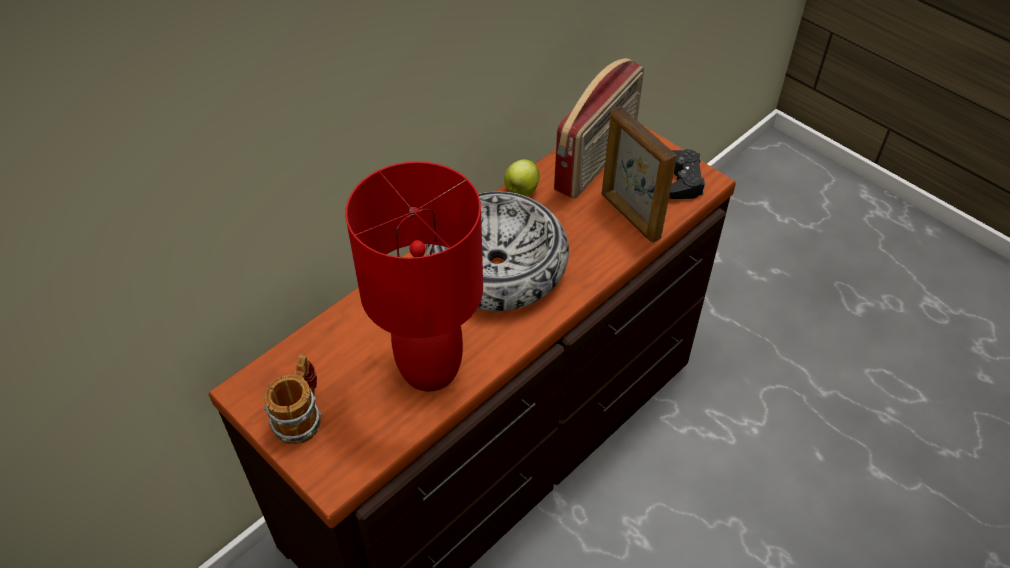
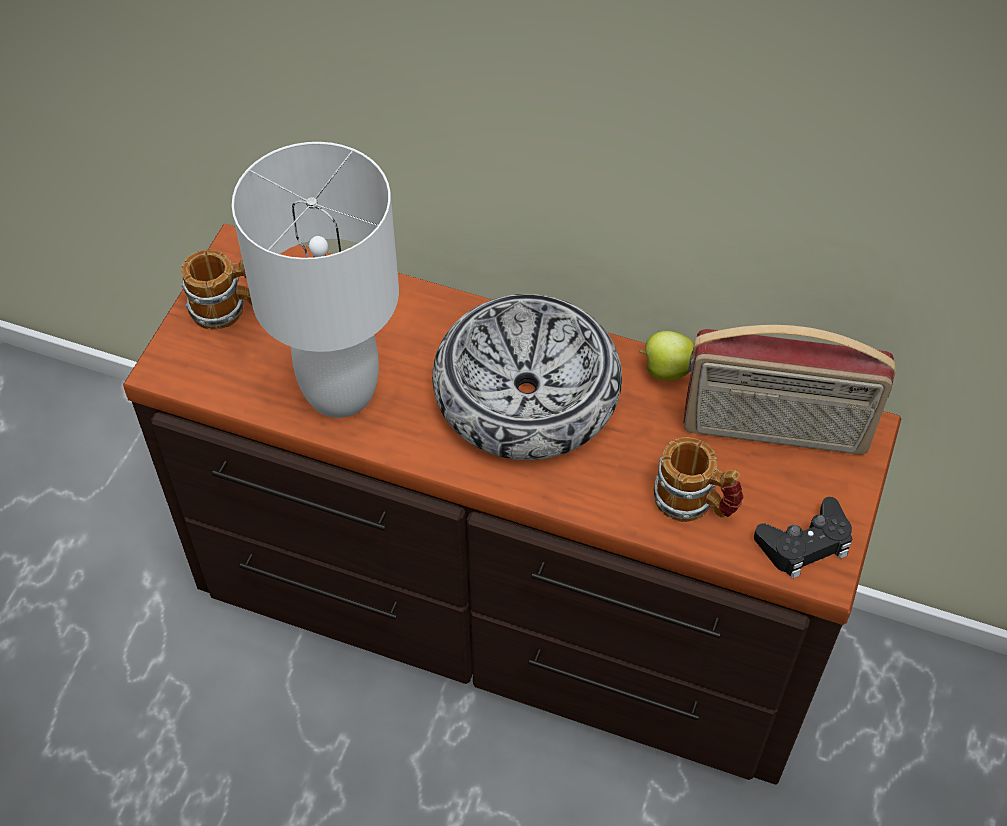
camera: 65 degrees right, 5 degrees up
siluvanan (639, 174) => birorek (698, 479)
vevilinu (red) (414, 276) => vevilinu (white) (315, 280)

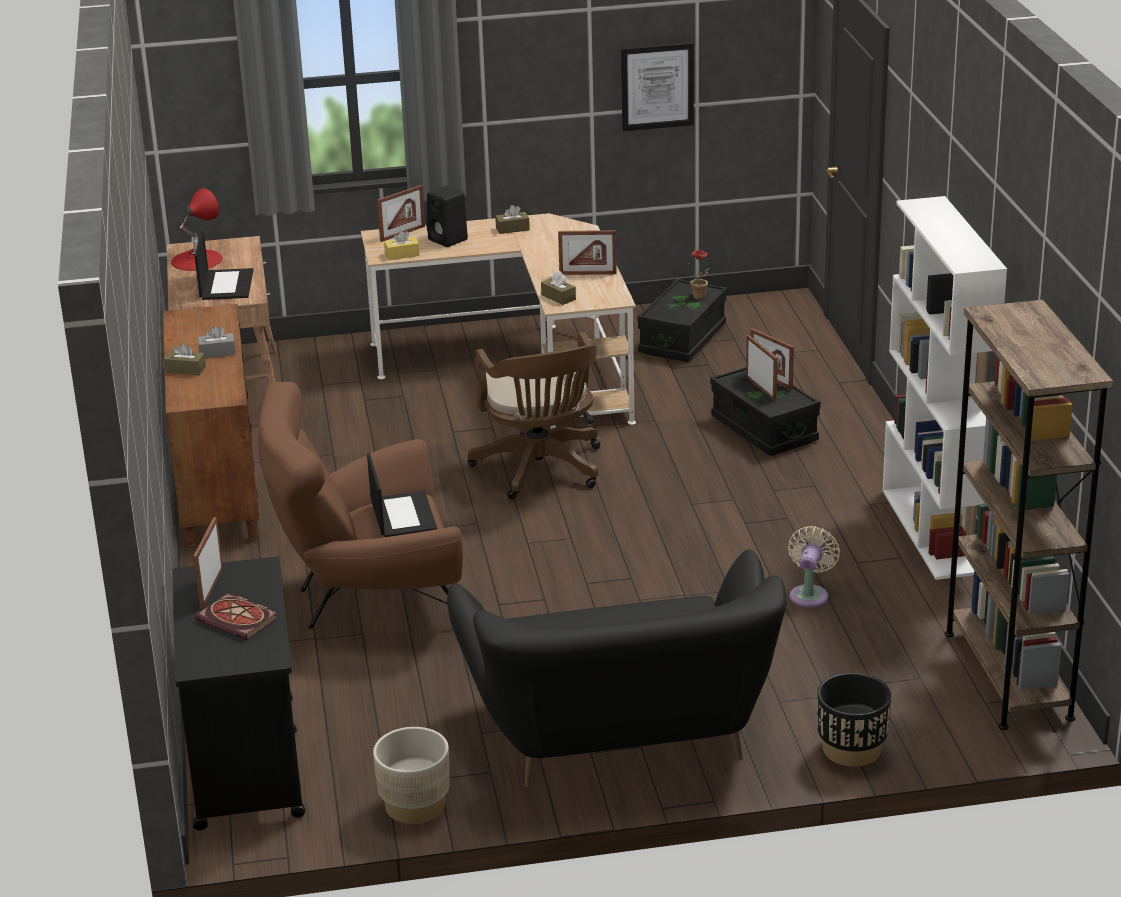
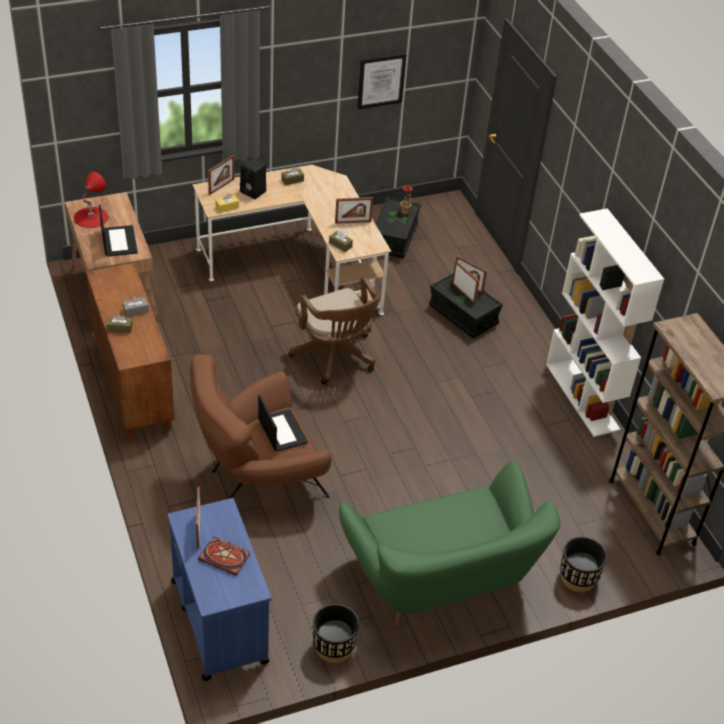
camera: 15 degrees left, 15 degrees up
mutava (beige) (814, 567) => nothing
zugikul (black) (238, 694) => zugikul (blue) (219, 589)
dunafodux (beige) (411, 775) => dunafodux (black) (336, 633)
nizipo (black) (617, 668) => nizipo (green) (449, 543)

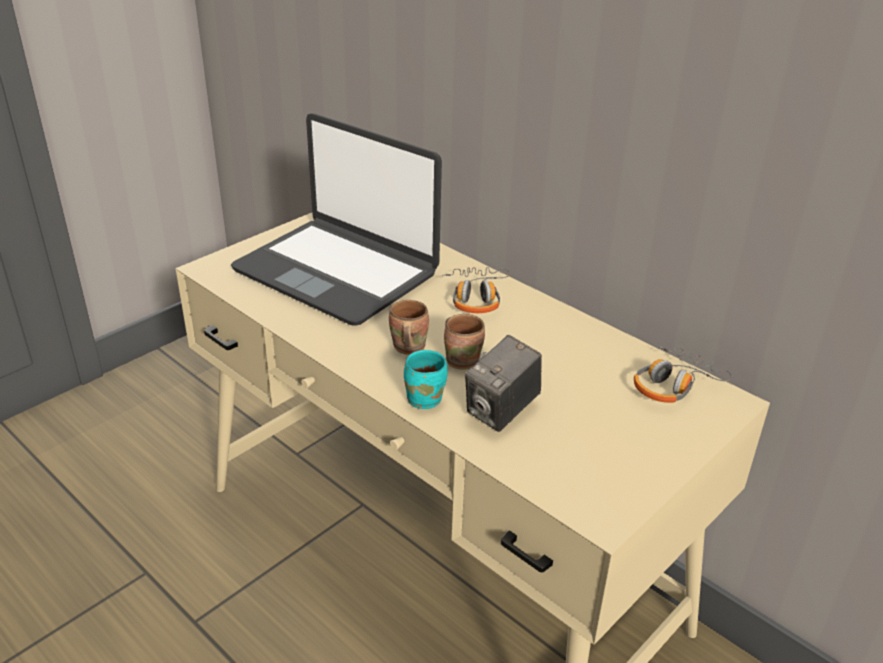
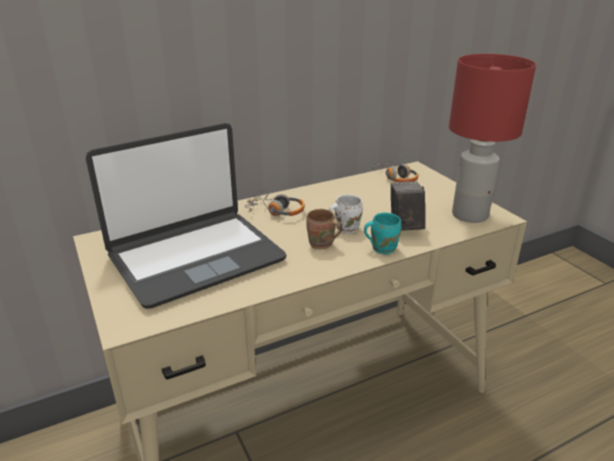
camera: 70 degrees left, 5 degrees down
nothing => vevilinu (red) (492, 138)
birorek (brown) (464, 342) => birorek (white) (346, 214)
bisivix (503, 383) => bisivix (408, 206), 150 degrees counterclockwise

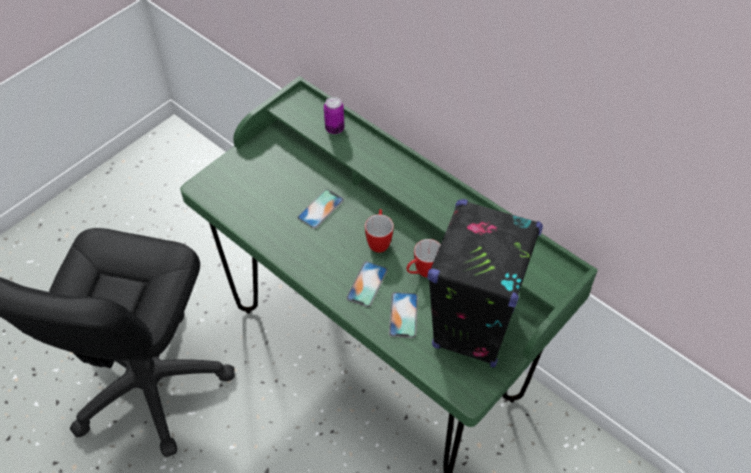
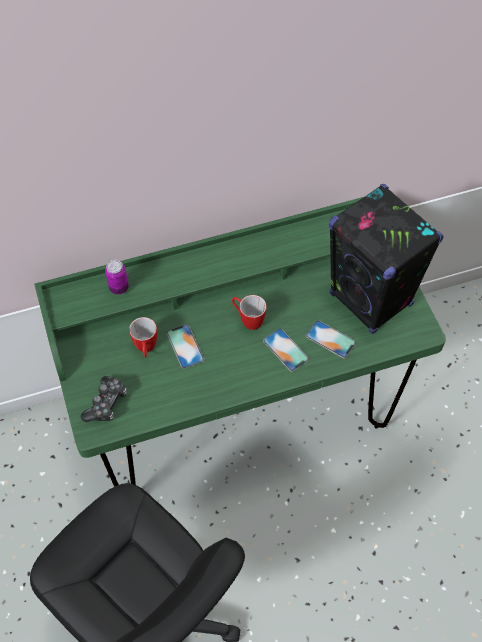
camera: 60 degrees left, 5 degrees up
nothing => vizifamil (103, 399)
birorek (423, 258) => birorek (143, 337), move

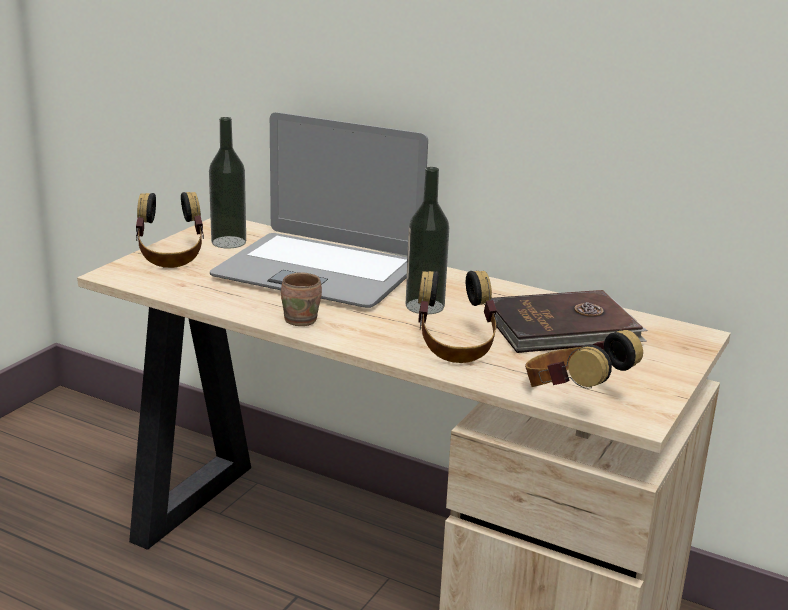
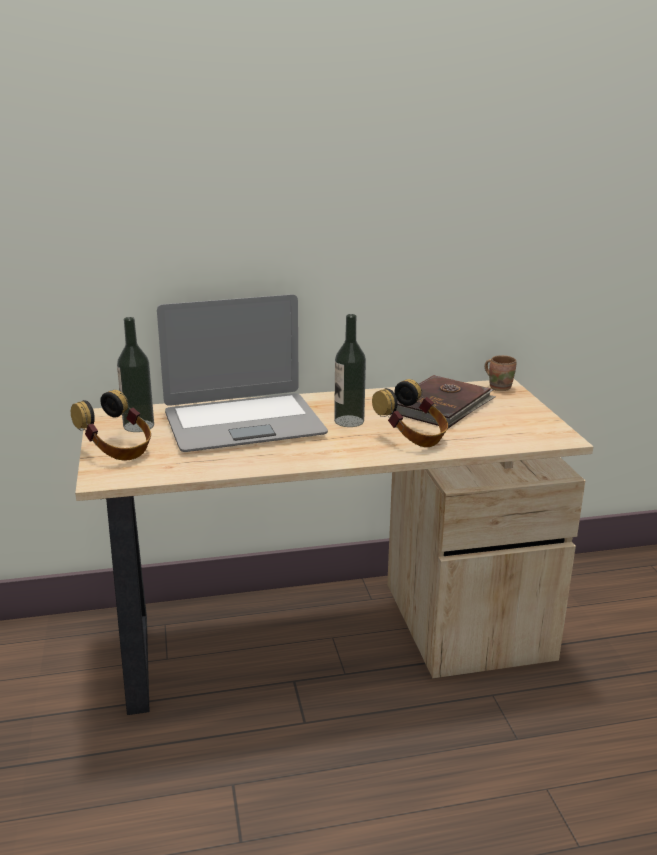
camera: 40 degrees left, 0 degrees up
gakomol (584, 359) => nothing
birorek (brown) (301, 299) => birorek (brown) (500, 373), move

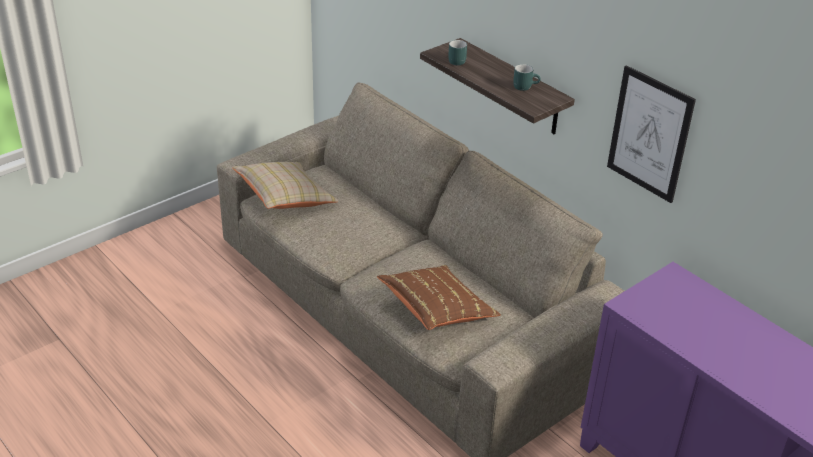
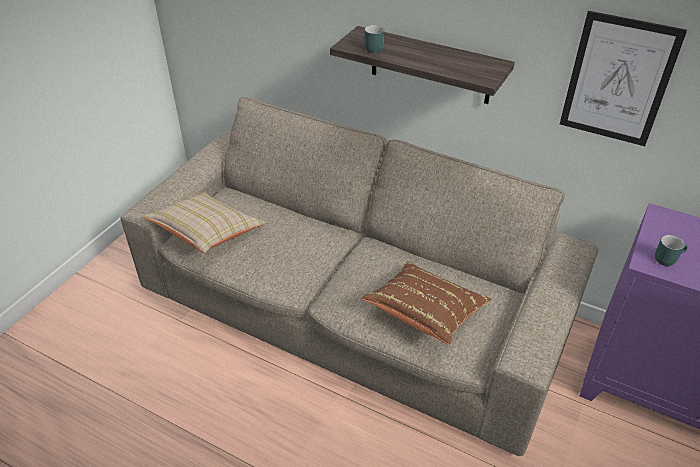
camera: 20 degrees left, 5 degrees up
birorek (turquoise) (527, 77) => birorek (turquoise) (671, 250), move

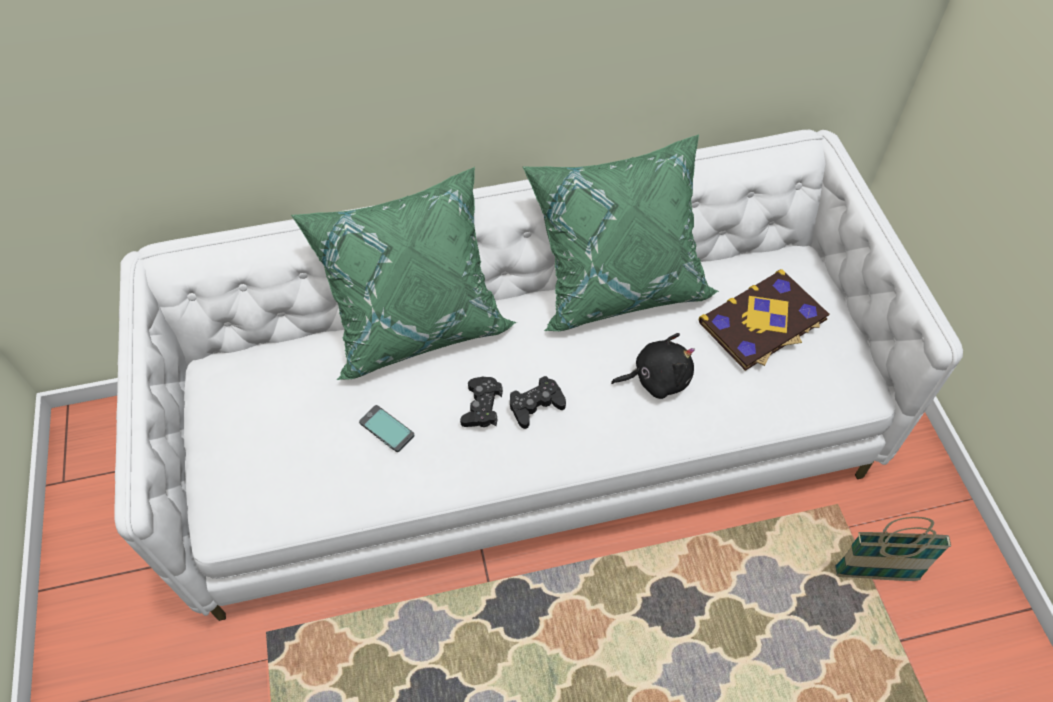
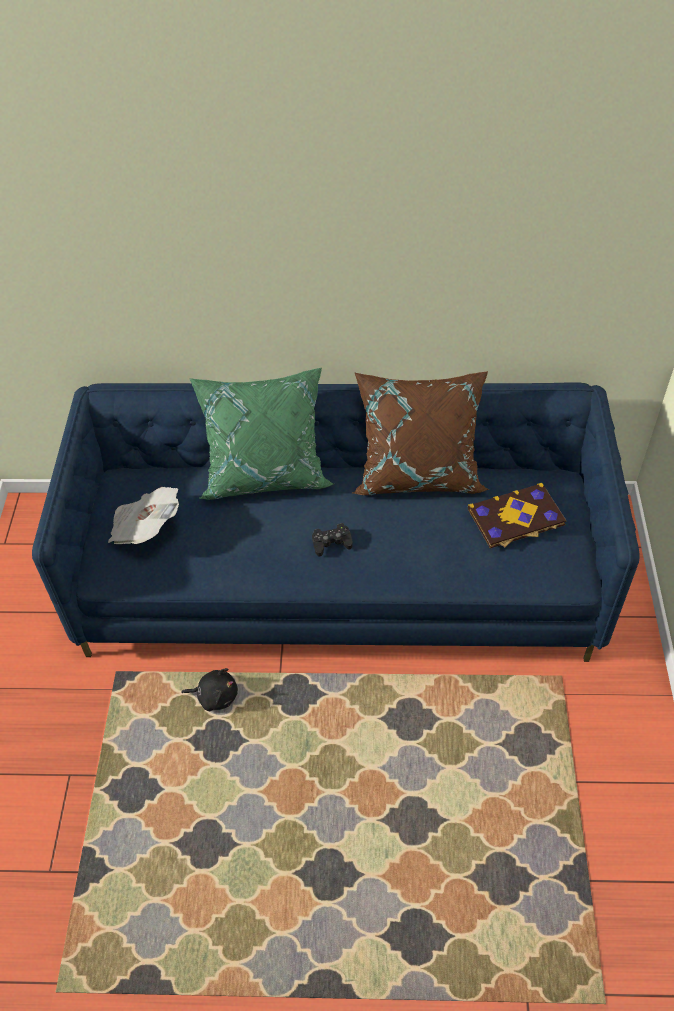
camera: 15 degrees right, 5 degrees down
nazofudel (387, 428) => nothing
vizifamil (black) (481, 402) => nothing
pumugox (893, 549) => nothing
nothing => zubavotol (143, 515)
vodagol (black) (653, 366) => vodagol (black) (209, 689), move
nizipo (white) (538, 375) => nizipo (blue) (336, 522)
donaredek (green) (620, 233) => donaredek (brown) (421, 433)

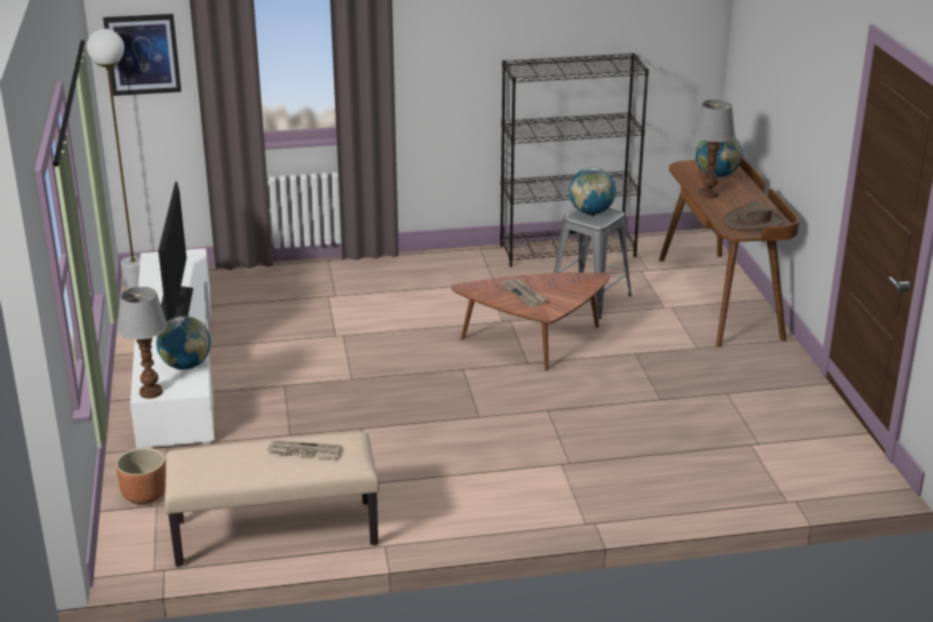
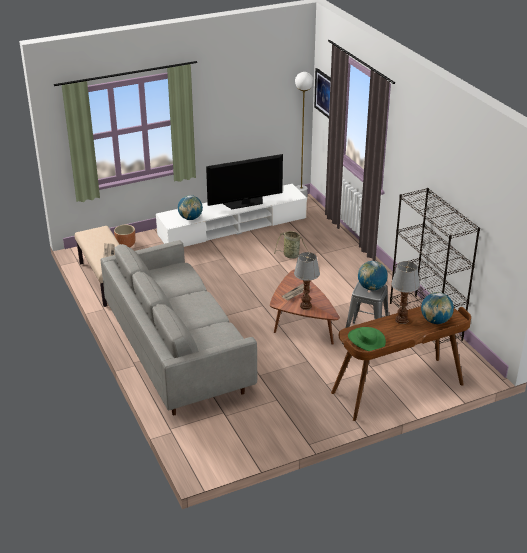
camera: 75 degrees right, 5 degrees up
nothing => nizipo (grey) (179, 328)
nothing => pumugox (291, 245)
vevilinu (142, 343) => vevilinu (307, 281), move
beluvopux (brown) (754, 216) => beluvopux (green) (367, 339)

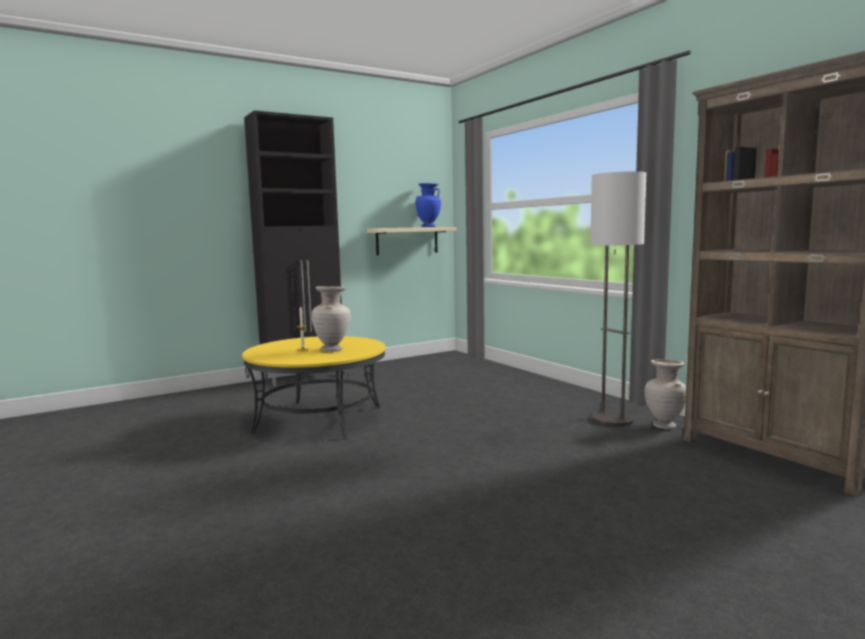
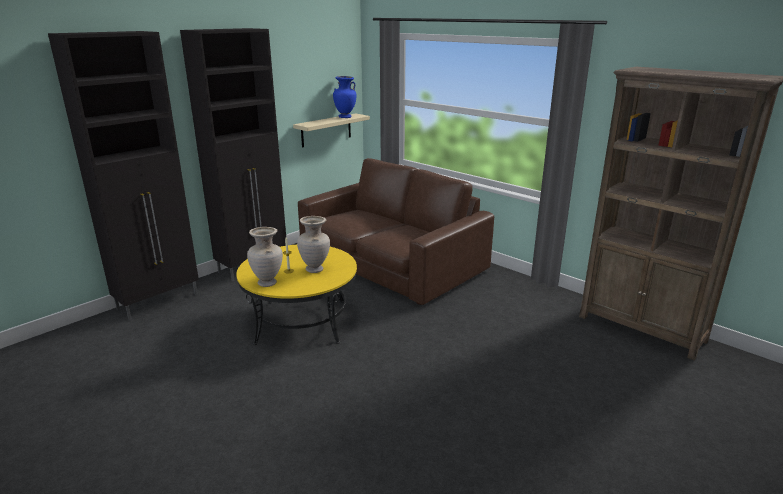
camera: 15 degrees left, 15 degrees up
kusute (618, 299) => nothing
nothing => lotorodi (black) (123, 176)
nothing => nizipo (brown) (396, 231)
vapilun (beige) (665, 394) => vapilun (beige) (265, 257), move

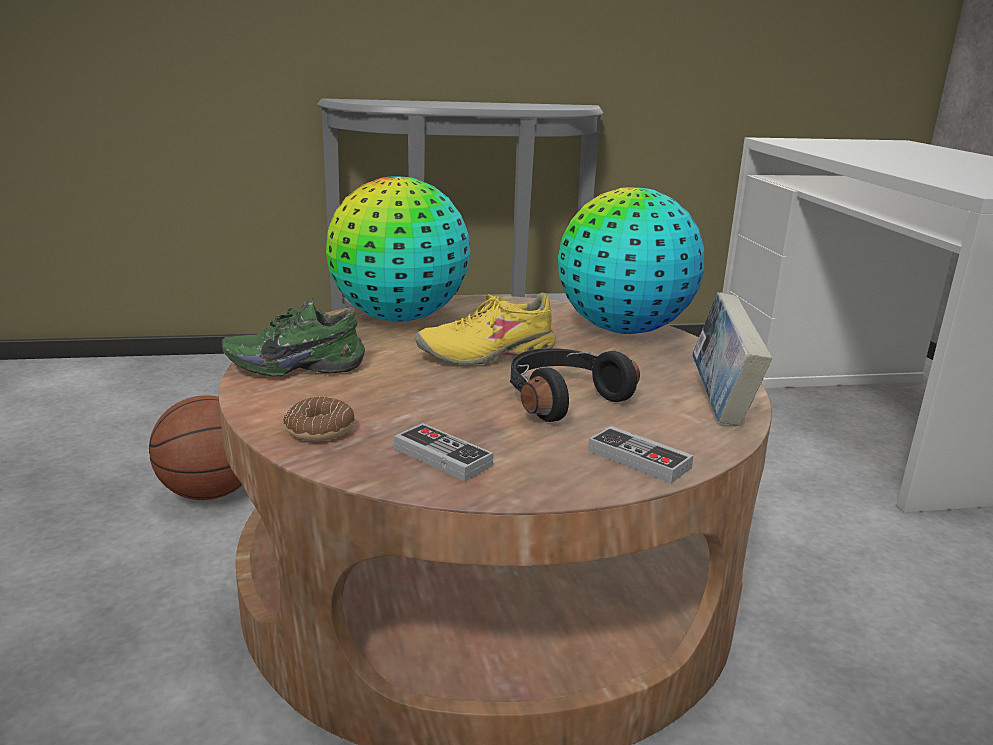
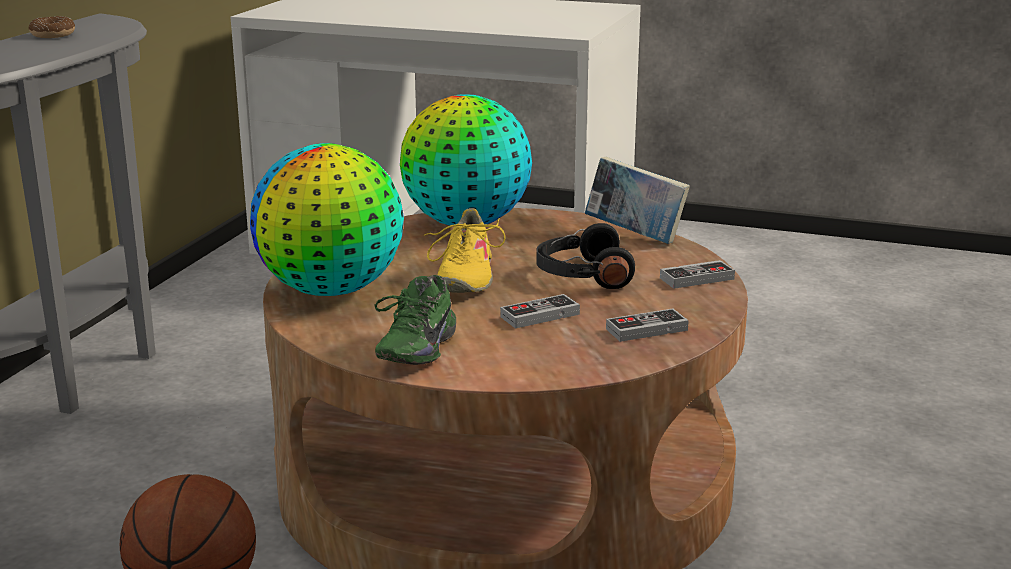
camera: 60 degrees left, 0 degrees up
nothing => vizifamil (540, 311)
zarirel (319, 419) => zarirel (51, 27), move

